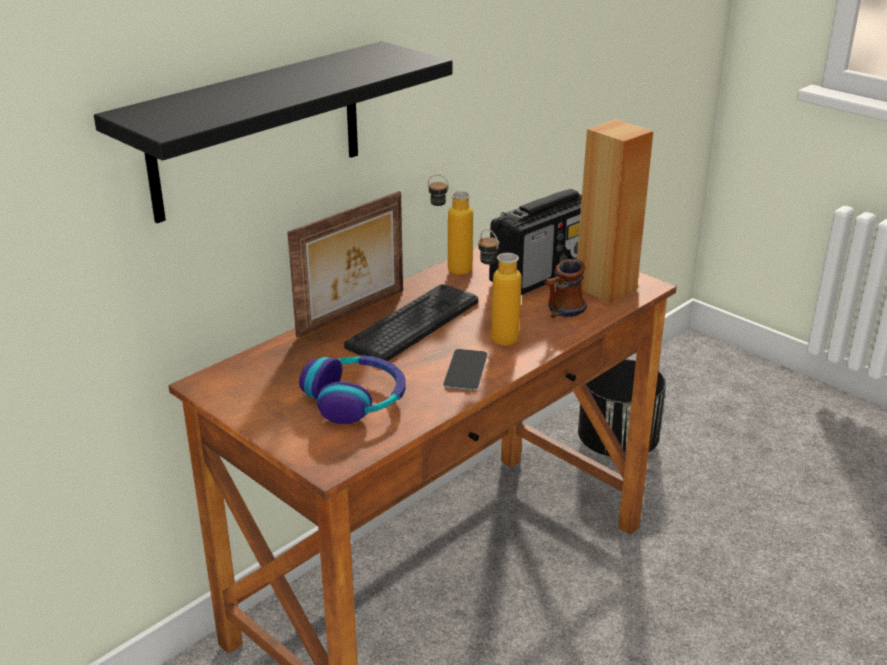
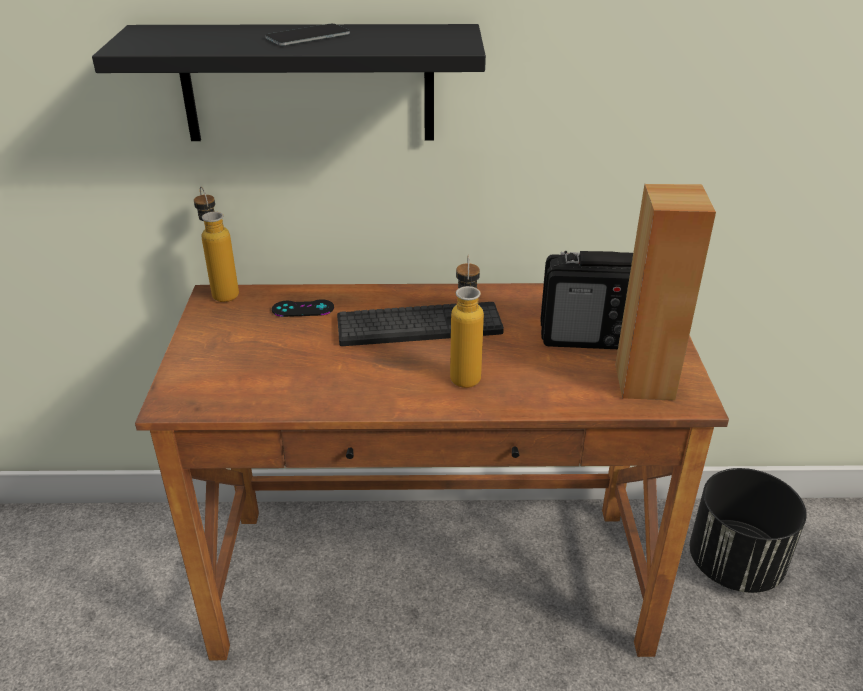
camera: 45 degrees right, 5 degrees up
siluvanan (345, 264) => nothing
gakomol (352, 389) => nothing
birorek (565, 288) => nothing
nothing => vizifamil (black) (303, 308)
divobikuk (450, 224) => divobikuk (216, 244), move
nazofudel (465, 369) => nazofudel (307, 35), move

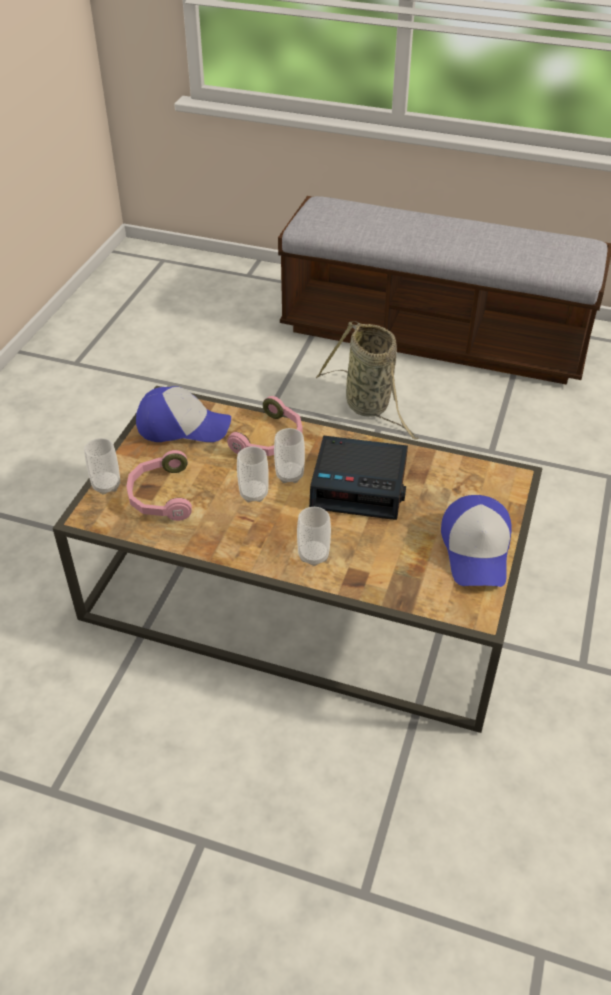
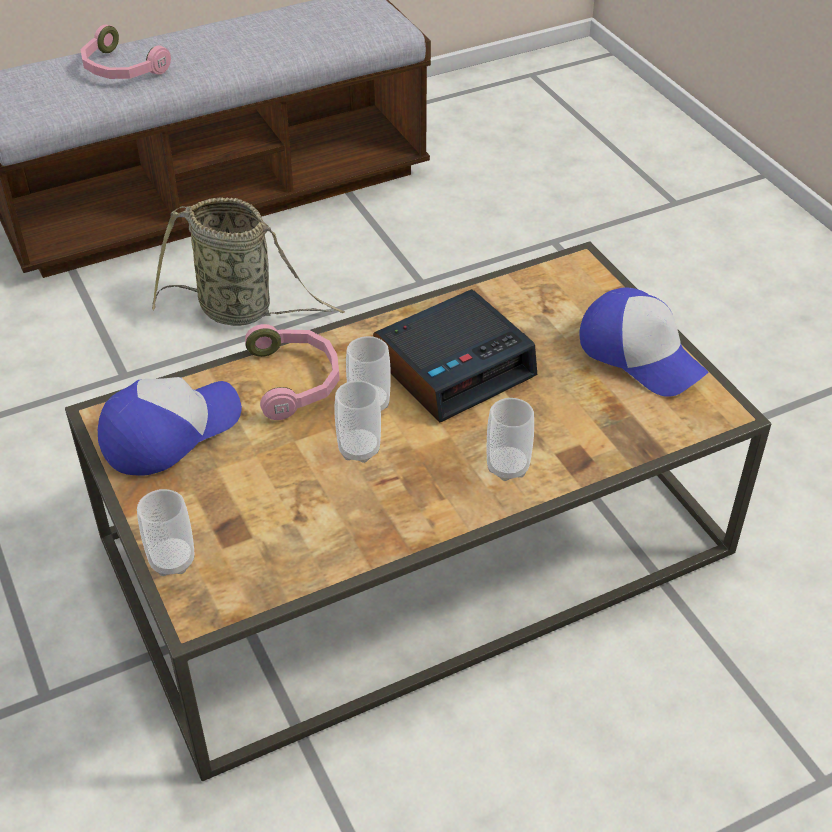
camera: 45 degrees left, 0 degrees up
gakomol (pink) (159, 485) => gakomol (pink) (126, 52), move

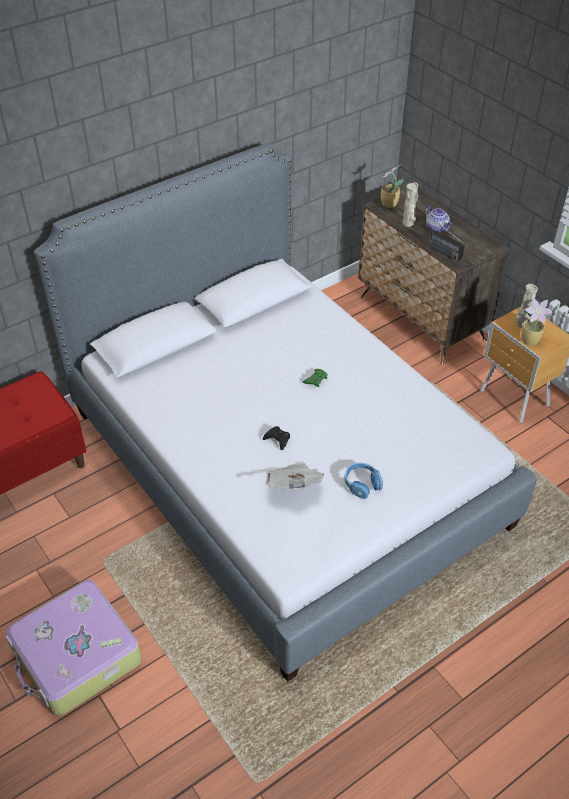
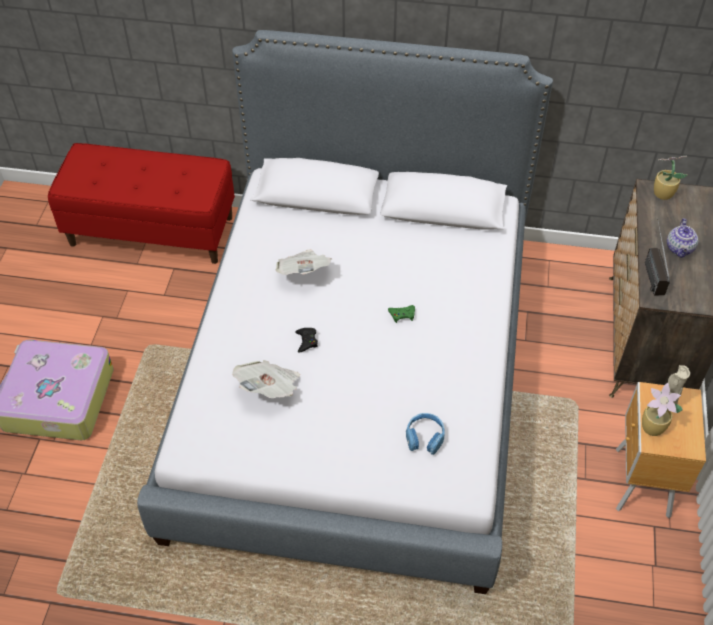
camera: 45 degrees right, 5 degrees up
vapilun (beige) (410, 204) => nothing
nothing => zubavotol (304, 262)
gakomol (blue) (363, 481) => gakomol (blue) (425, 434), move

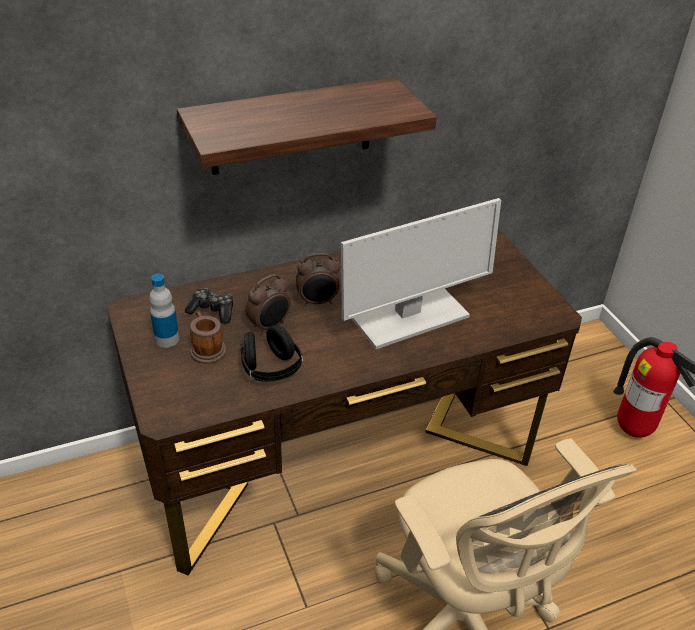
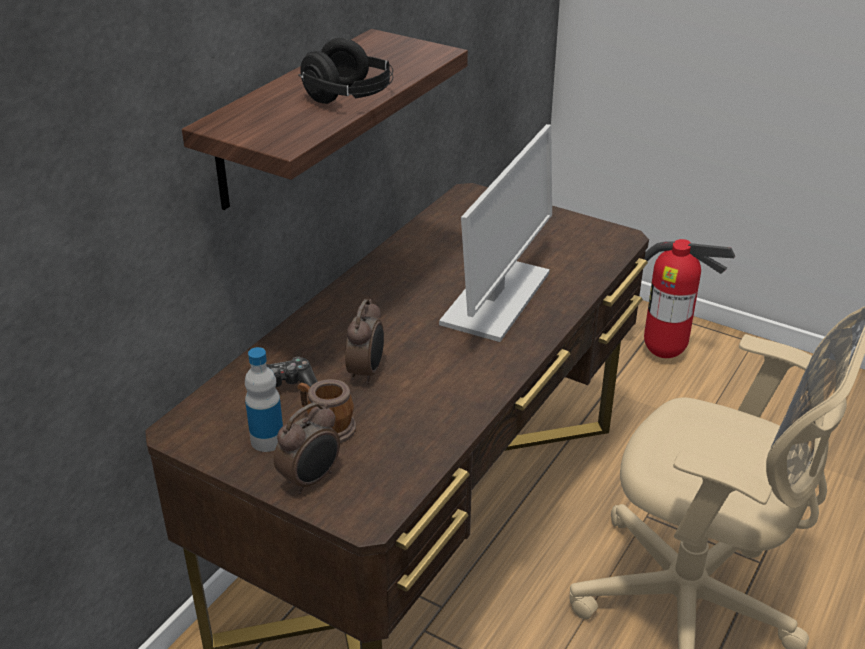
camera: 35 degrees left, 5 degrees down
gakomol (black) (272, 353) => gakomol (black) (345, 71), move
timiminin (318, 279) => timiminin (307, 448), move

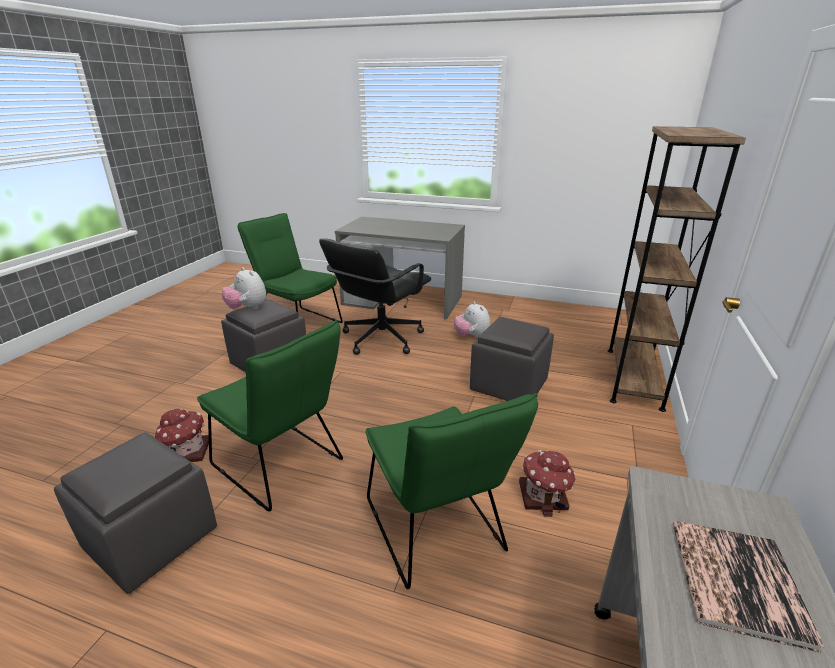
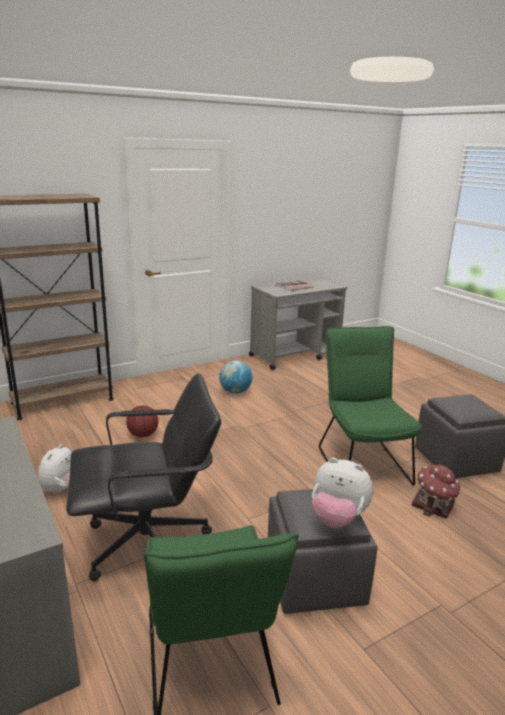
camera: 140 degrees left, 5 degrees down
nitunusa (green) (452, 491) => nothing
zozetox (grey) (512, 359) => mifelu (142, 421)
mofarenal (547, 483) => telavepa (235, 377)
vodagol (244, 288) => vodagol (342, 492), 120 degrees clockwise

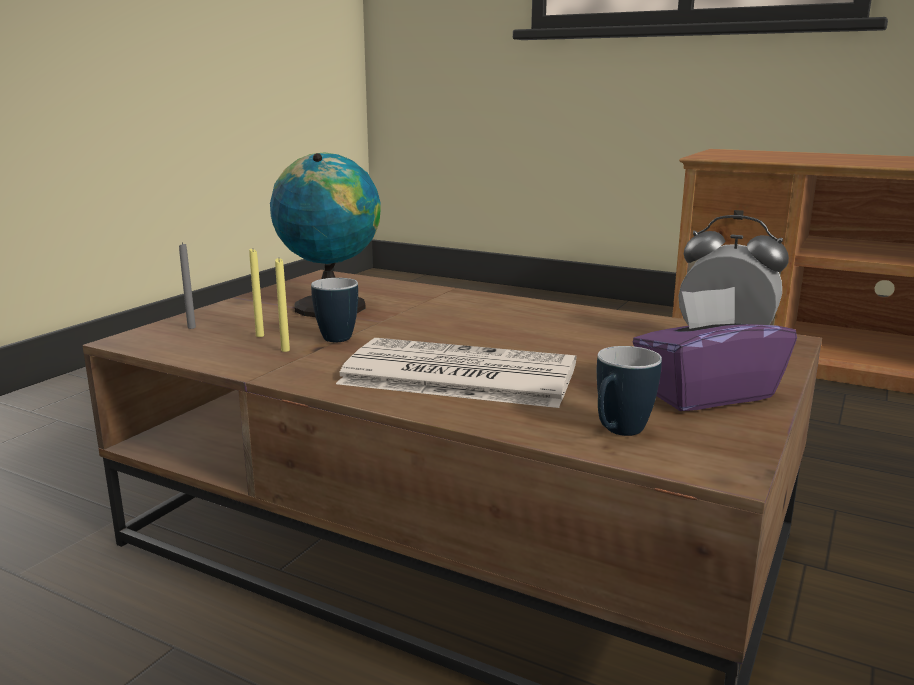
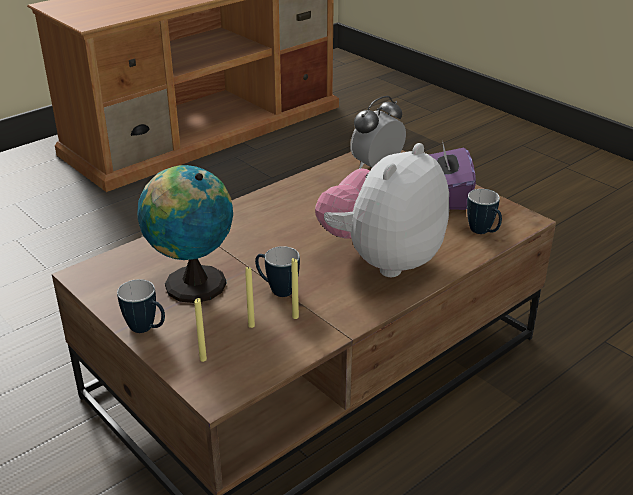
camera: 70 degrees left, 15 degrees up
nothing => birorek (141, 306)
zubavotol (456, 373) => vodagol (382, 210)
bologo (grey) (187, 286) => bologo (yellow) (200, 330)

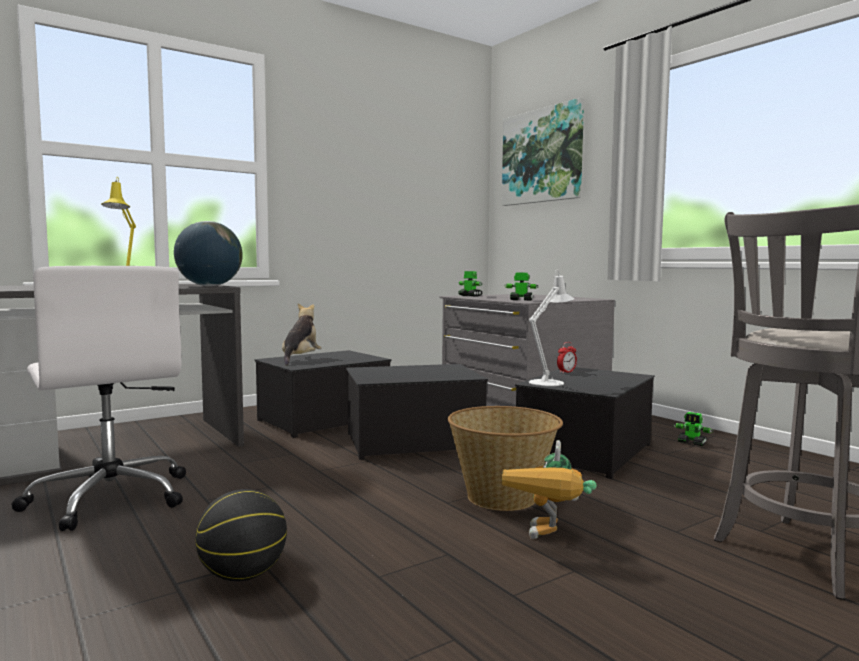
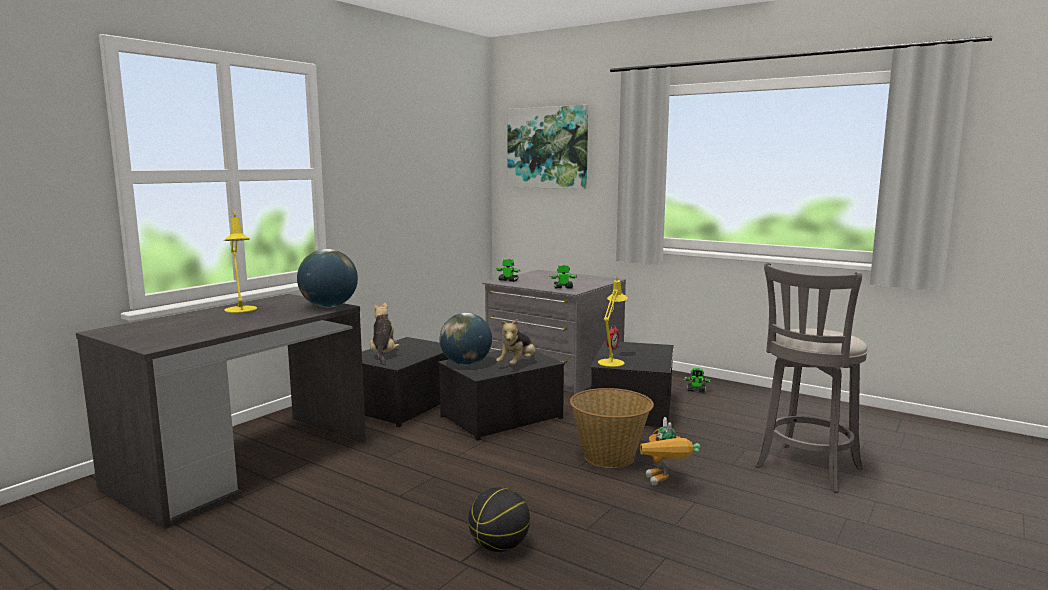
camera: 20 degrees left, 5 degrees up
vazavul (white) (98, 398) => nothing
nothing => telavepa (466, 339)
nothing => vodagol (515, 342)
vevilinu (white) (551, 328) => vevilinu (yellow) (613, 321)

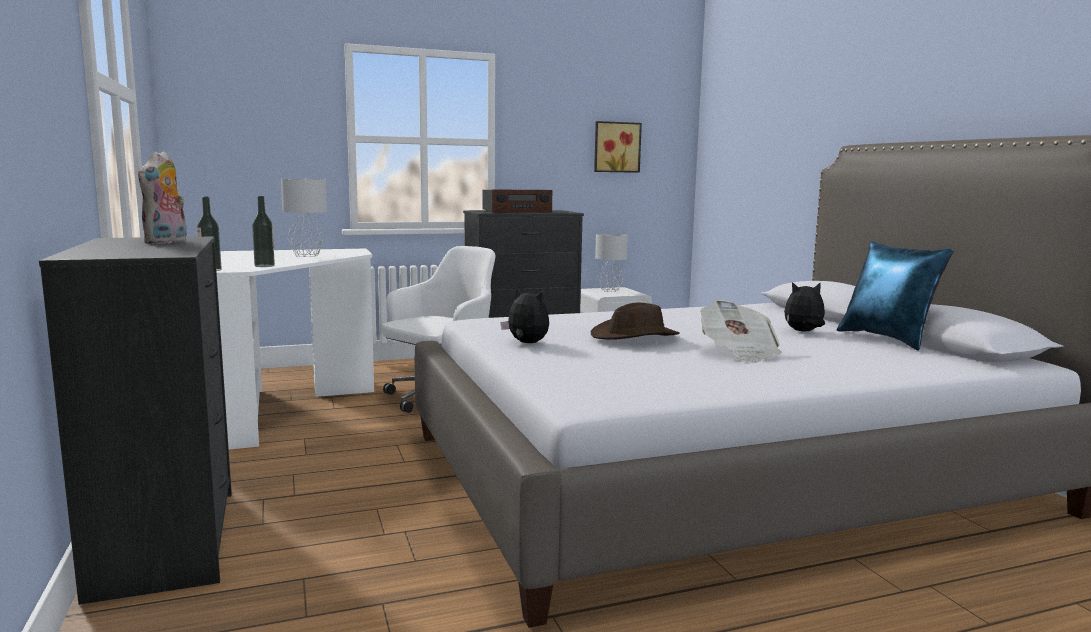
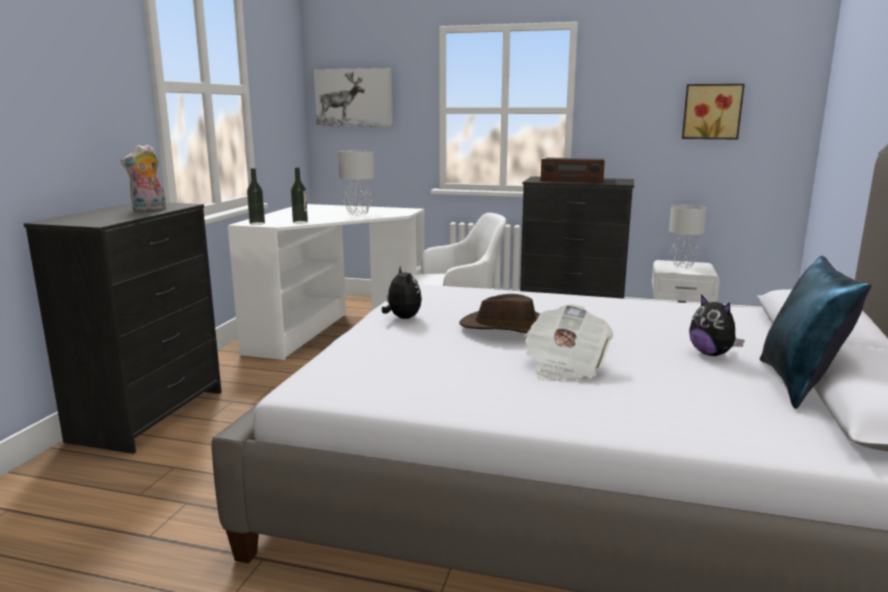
camera: 35 degrees right, 5 degrees up
nothing => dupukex (353, 97)
vodagol (804, 306) => vodagol (717, 325), 150 degrees counterclockwise

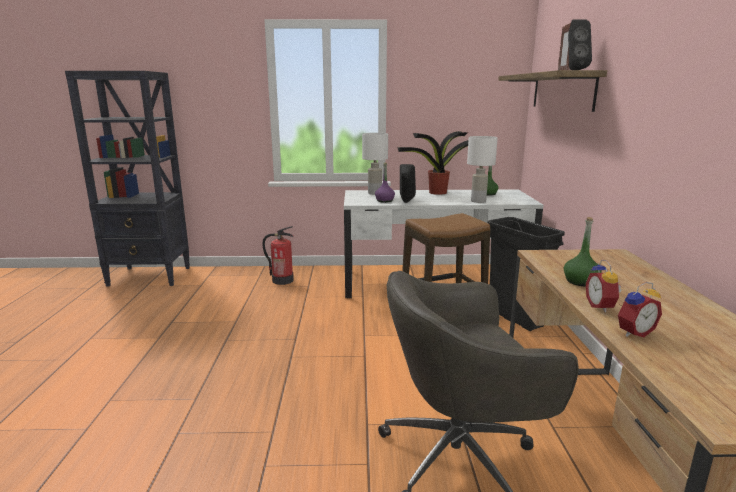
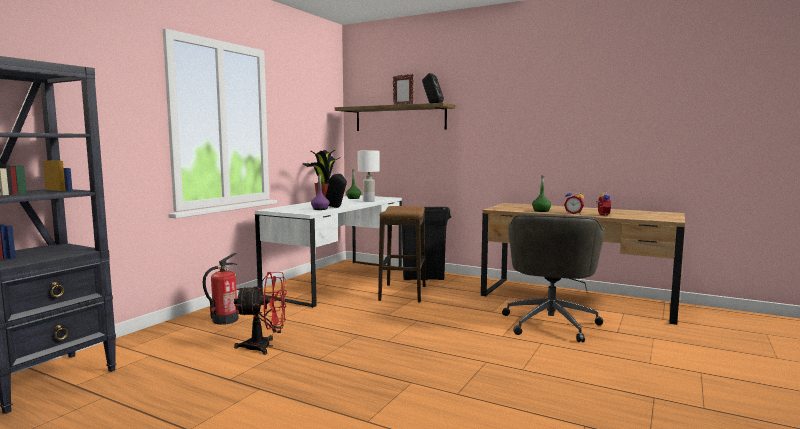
camera: 60 degrees left, 10 degrees down
vevilinu (white) (375, 164) => nothing
nothing => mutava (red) (260, 313)

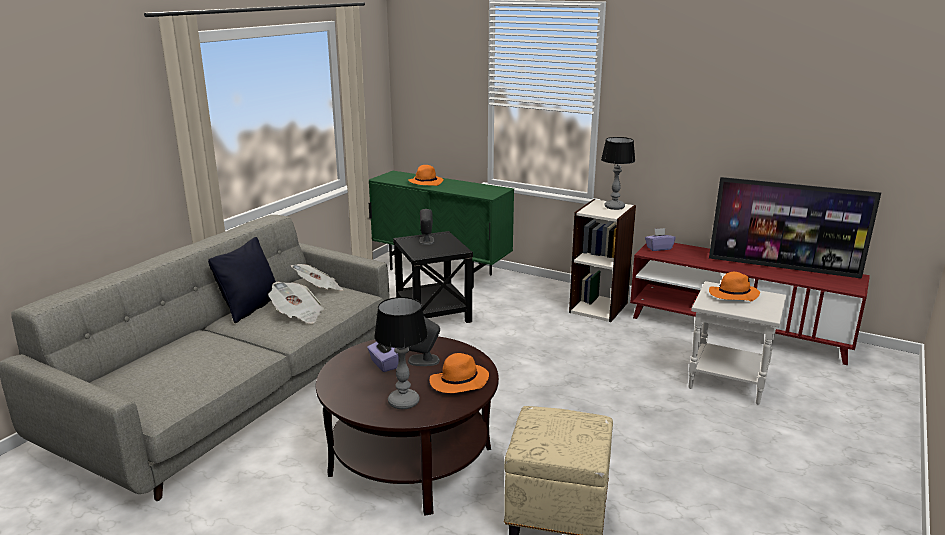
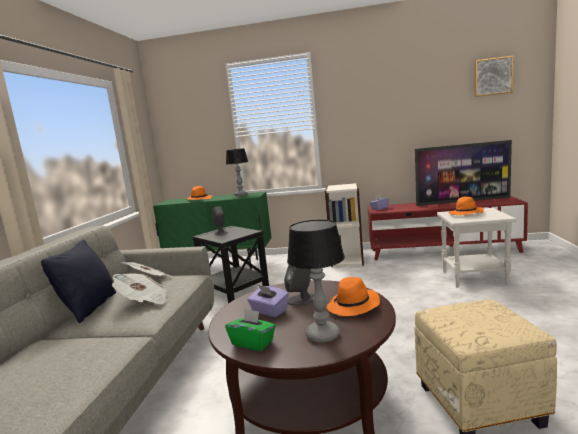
camera: 20 degrees left, 10 degrees down
nothing => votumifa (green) (250, 330)
nothing => dupukex (493, 76)
vevilinu (618, 173) => vevilinu (237, 172), move

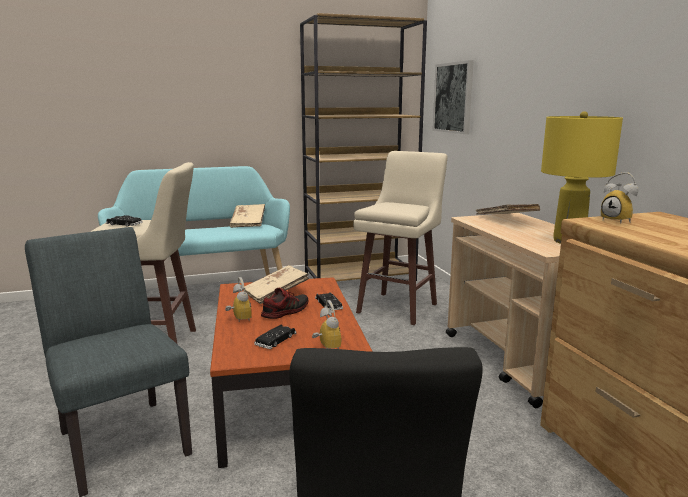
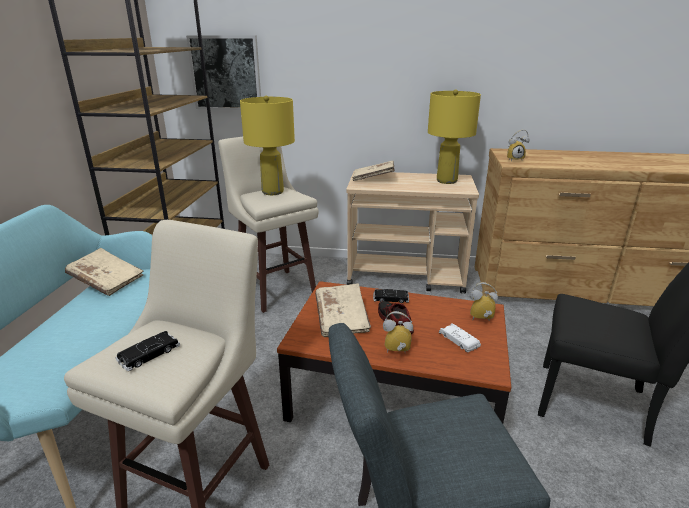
camera: 65 degrees left, 10 degrees up
nothing => vevilinu (yellow) (267, 145)
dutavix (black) (275, 337) => dutavix (white) (460, 337)

